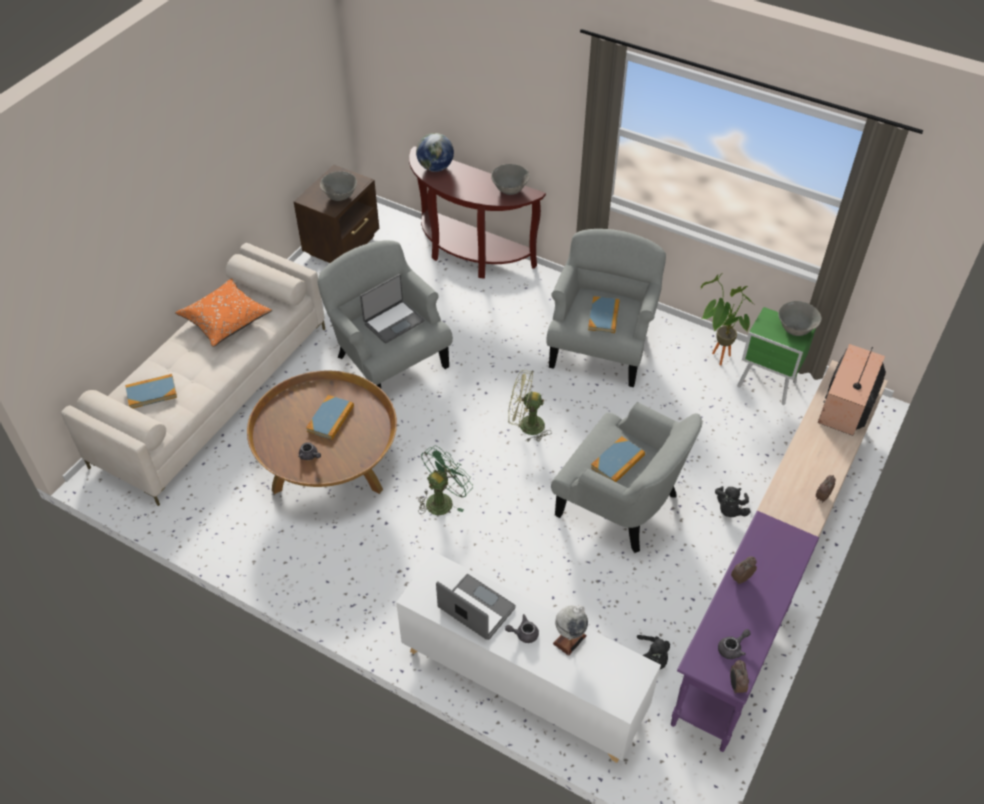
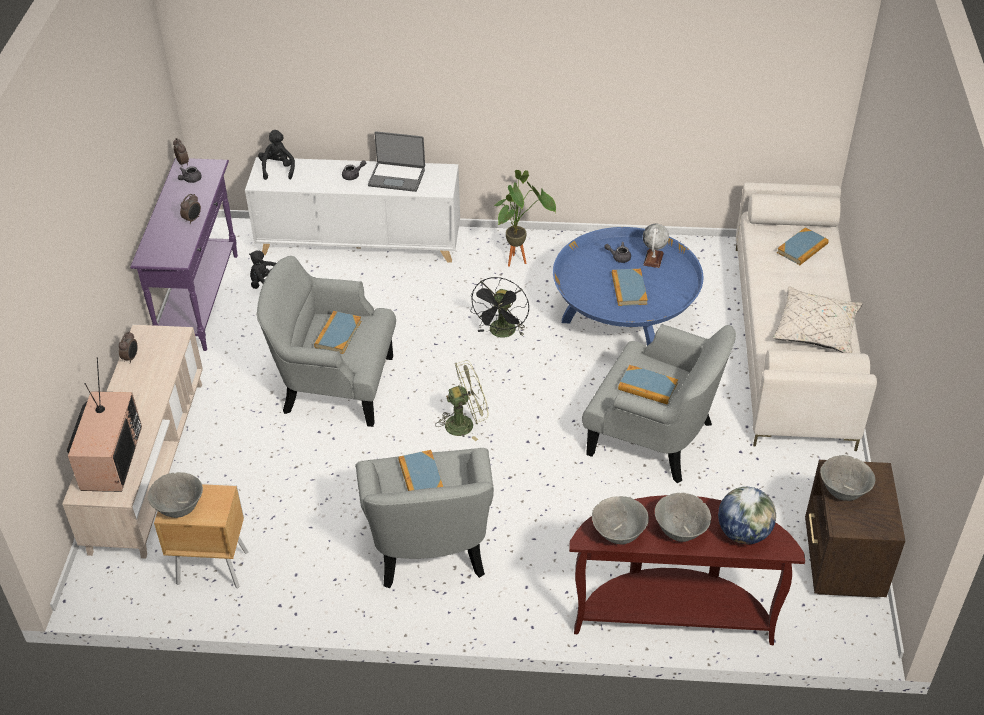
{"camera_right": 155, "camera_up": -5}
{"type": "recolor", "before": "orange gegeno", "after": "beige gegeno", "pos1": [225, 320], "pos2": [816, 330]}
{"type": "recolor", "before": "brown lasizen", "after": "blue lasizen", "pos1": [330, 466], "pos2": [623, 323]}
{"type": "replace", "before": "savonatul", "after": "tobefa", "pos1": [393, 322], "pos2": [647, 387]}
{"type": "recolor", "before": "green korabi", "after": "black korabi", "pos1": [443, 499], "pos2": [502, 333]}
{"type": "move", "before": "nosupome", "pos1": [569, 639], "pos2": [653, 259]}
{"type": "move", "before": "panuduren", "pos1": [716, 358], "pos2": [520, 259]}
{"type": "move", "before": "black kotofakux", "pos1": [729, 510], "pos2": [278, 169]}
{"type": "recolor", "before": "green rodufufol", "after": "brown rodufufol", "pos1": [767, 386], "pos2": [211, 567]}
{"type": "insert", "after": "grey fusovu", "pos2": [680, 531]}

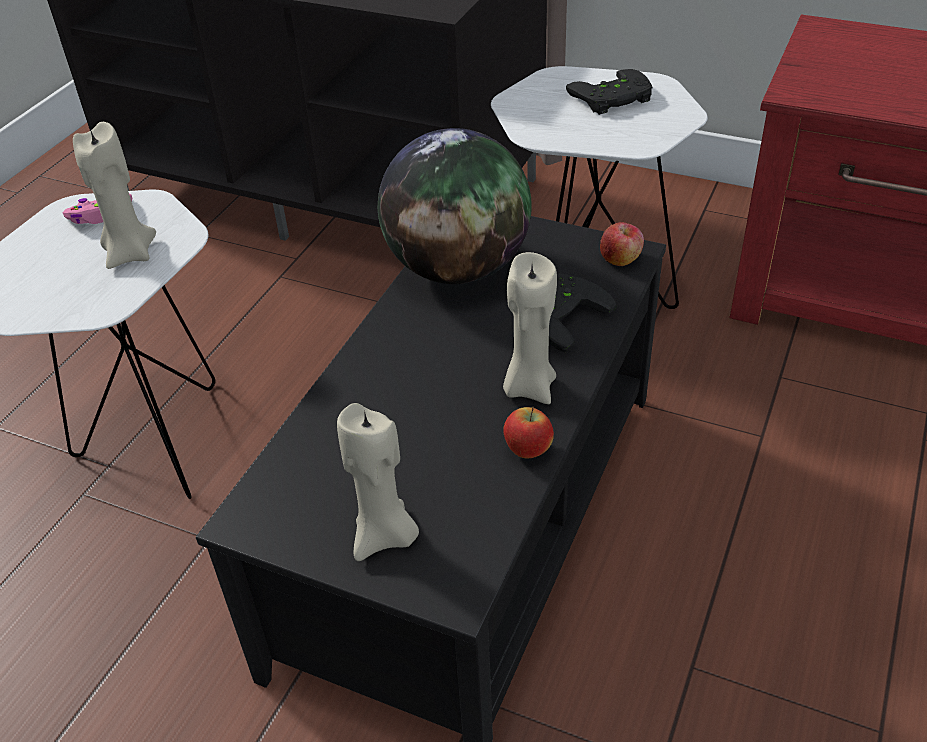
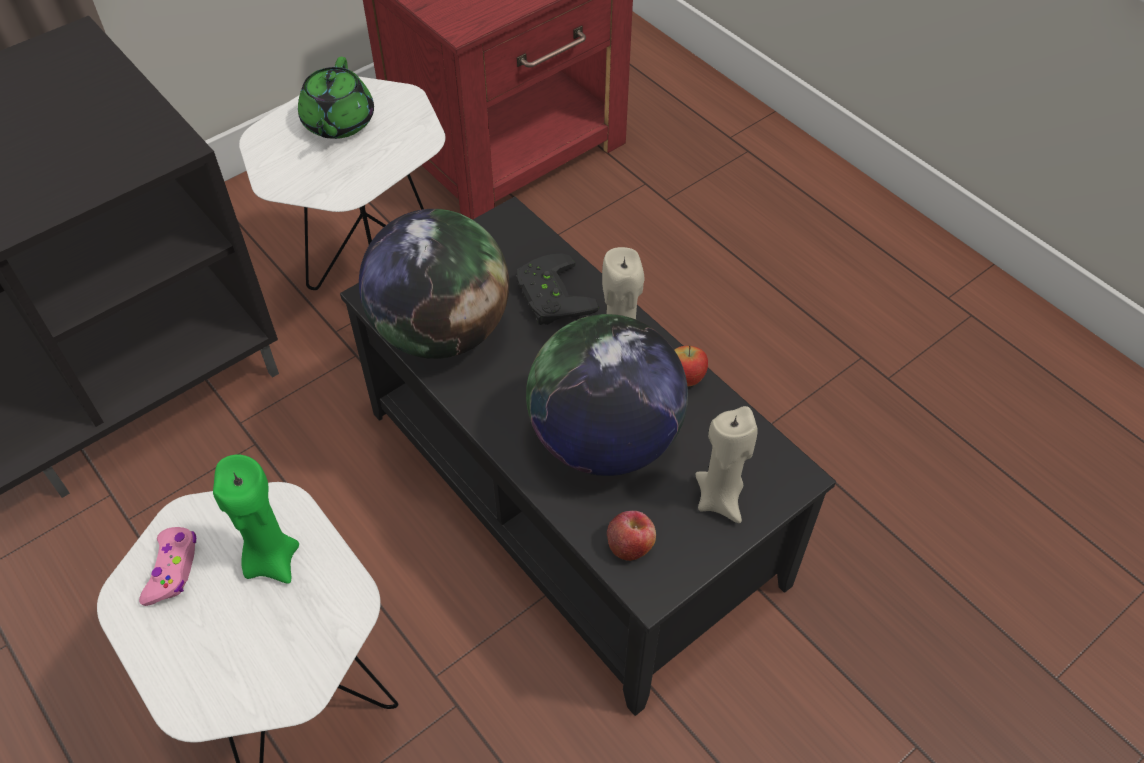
{"camera_right": -65, "camera_up": 10}
{"type": "recolor", "before": "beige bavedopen", "after": "green bavedopen", "pos1": [130, 254], "pos2": [271, 559]}
{"type": "replace", "before": "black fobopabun", "after": "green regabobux", "pos1": [612, 99], "pos2": [338, 123]}
{"type": "move", "before": "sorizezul", "pos1": [620, 259], "pos2": [630, 545]}
{"type": "insert", "after": "nosupome", "pos2": [604, 440]}

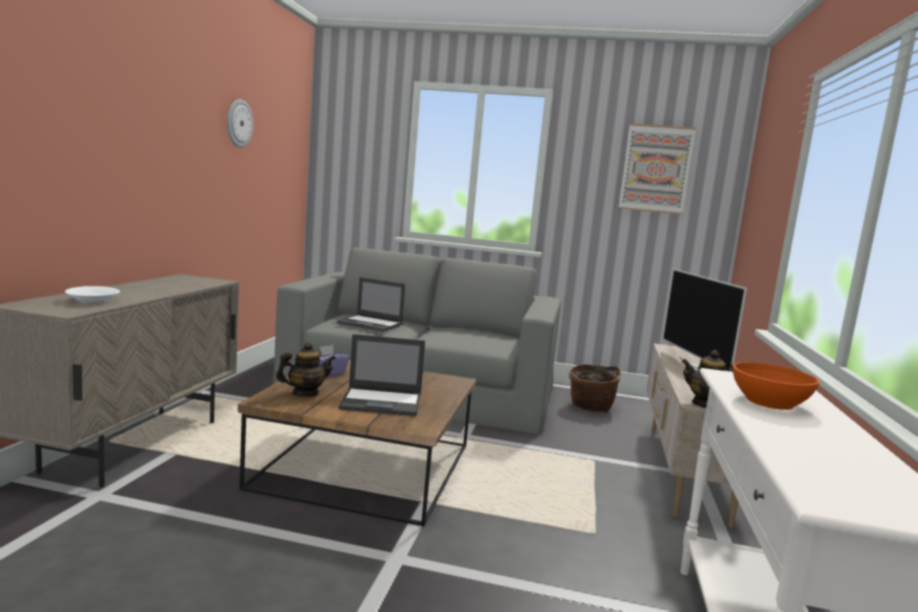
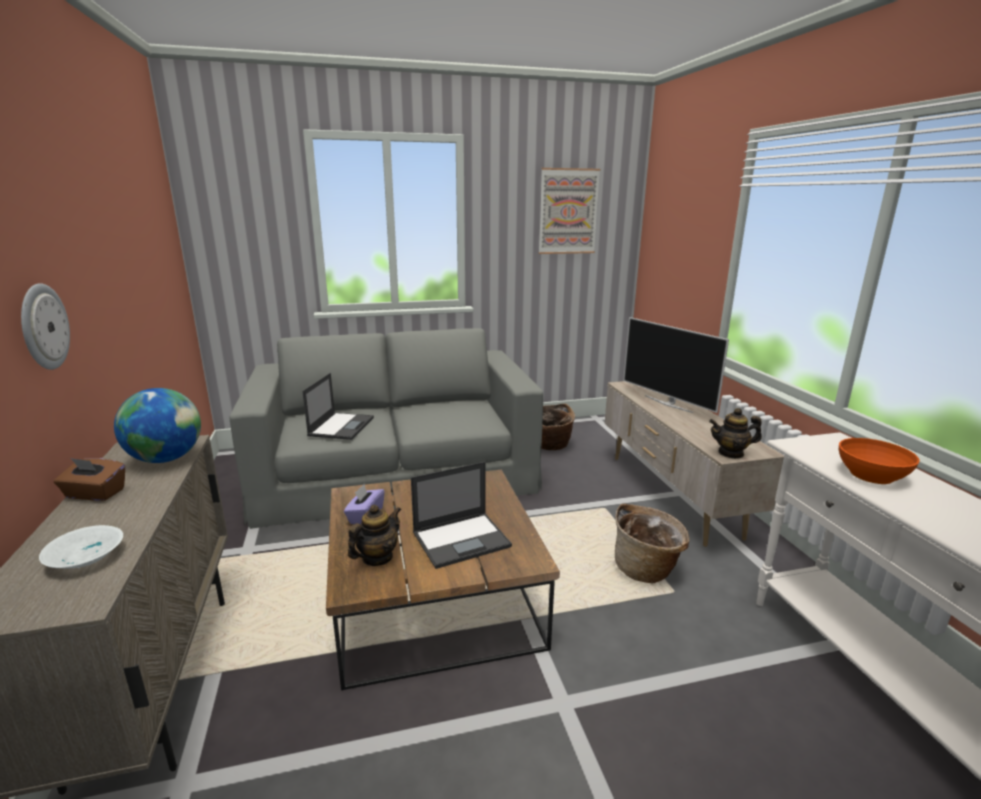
{"camera_right": -25, "camera_up": 10}
{"type": "move", "before": "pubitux", "pos1": [238, 123], "pos2": [43, 327]}
{"type": "rotate", "before": "savonatul", "pos1": [371, 324], "pos2": [341, 426], "turn": -75}
{"type": "insert", "after": "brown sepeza", "pos2": [95, 494]}
{"type": "insert", "after": "nosupome", "pos2": [166, 459]}
{"type": "insert", "after": "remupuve", "pos2": [646, 569]}

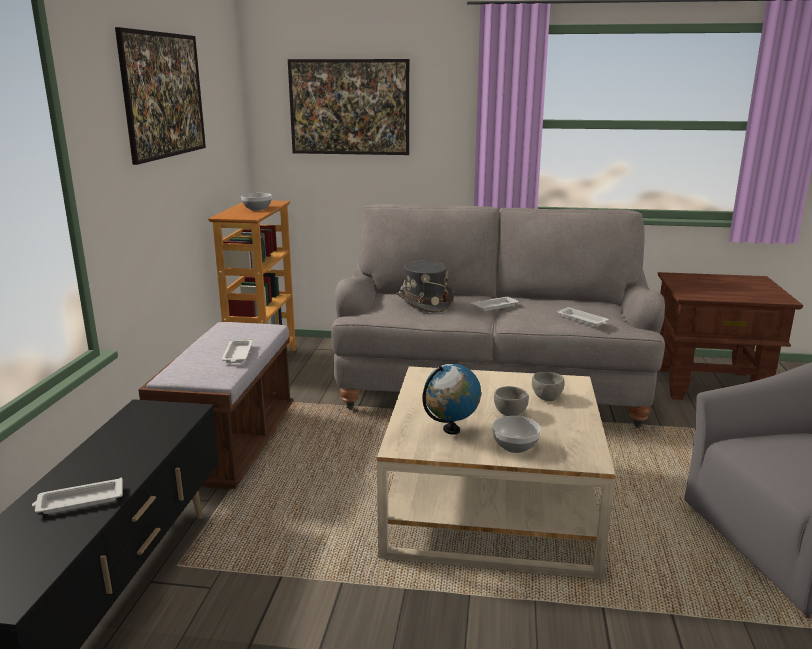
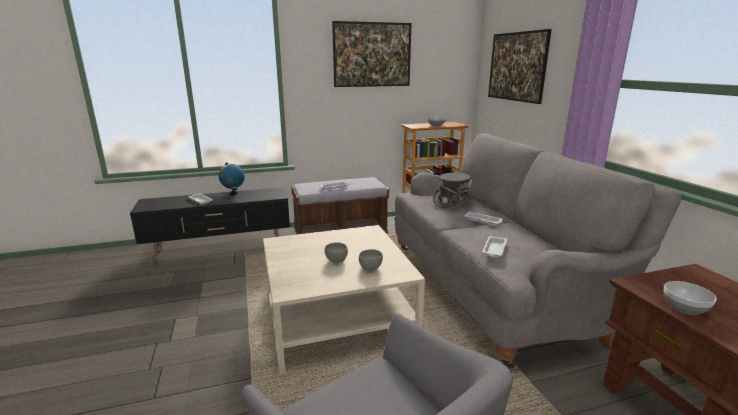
{"camera_right": 65, "camera_up": 0}
{"type": "move", "before": "nosupome", "pos1": [451, 430], "pos2": [233, 193]}
{"type": "move", "before": "fusovu", "pos1": [514, 446], "pos2": [684, 307]}

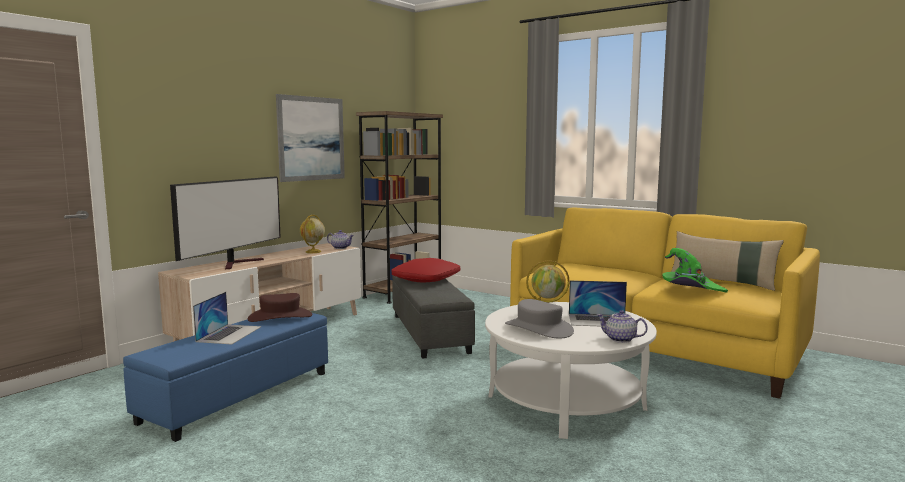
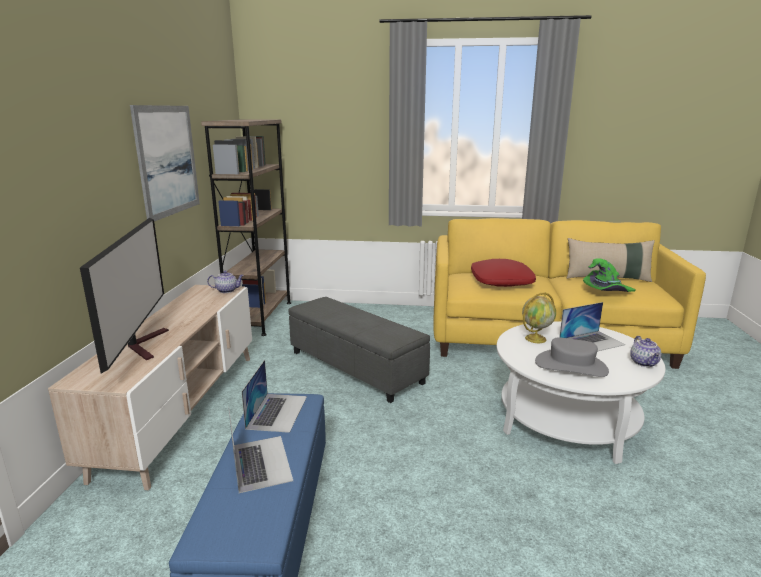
{"camera_right": -30, "camera_up": 10}
{"type": "replace", "before": "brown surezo", "after": "savonatul", "pos1": [280, 317], "pos2": [277, 412]}
{"type": "delete", "before": "nosupome", "pos1": [313, 252]}
{"type": "move", "before": "red gegeno", "pos1": [426, 279], "pos2": [502, 281]}
{"type": "rotate", "before": "regabobux", "pos1": [620, 339], "pos2": [644, 363], "turn": -90}

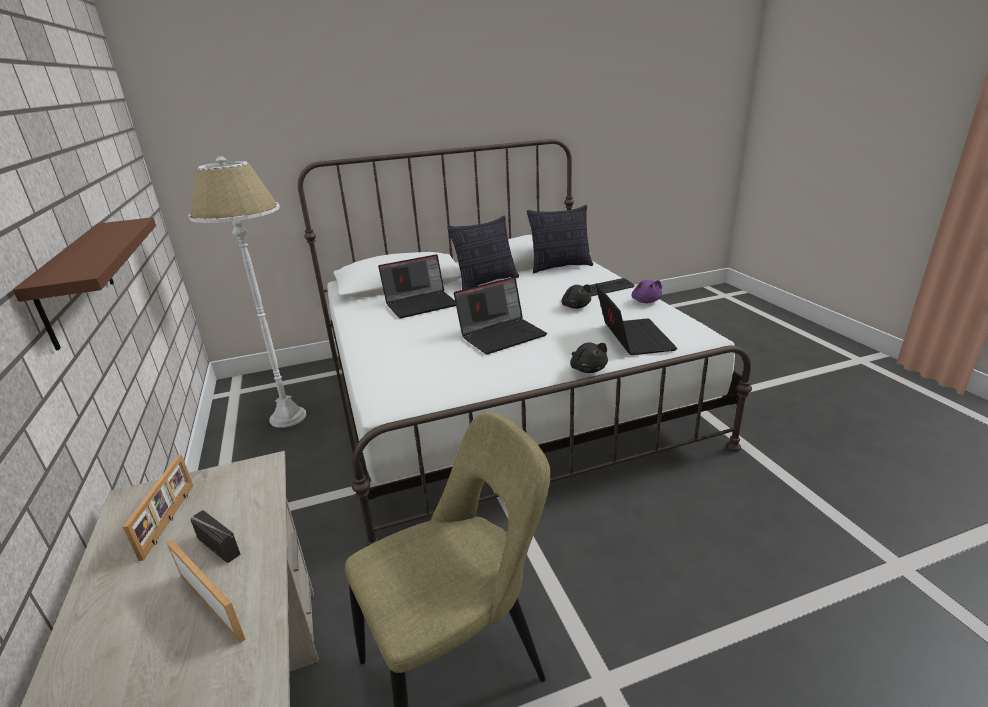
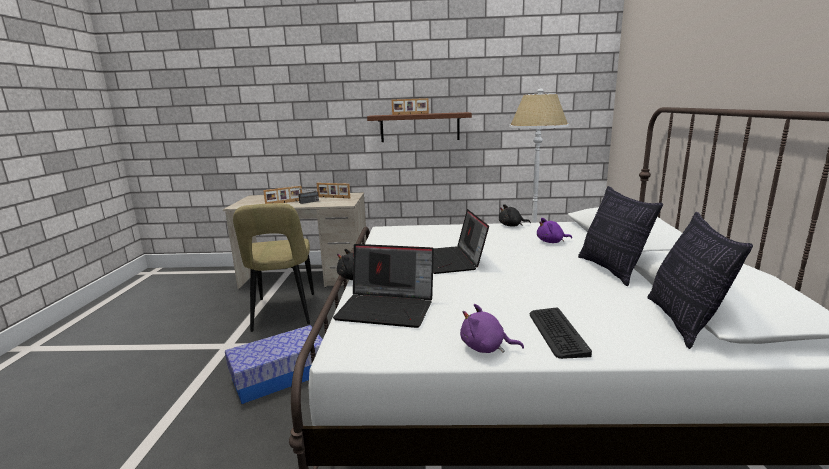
{"camera_right": 110, "camera_up": -10}
{"type": "replace", "before": "savonatul", "after": "purple kotofakux", "pos1": [421, 304], "pos2": [551, 242]}
{"type": "move", "before": "black kotofakux", "pos1": [575, 306], "pos2": [511, 225]}
{"type": "insert", "after": "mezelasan", "pos2": [280, 376]}
{"type": "insert", "after": "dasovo", "pos2": [410, 114]}

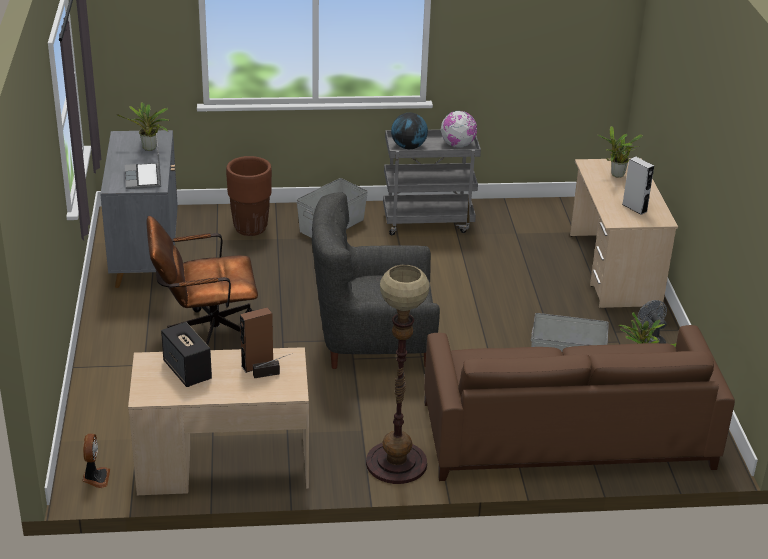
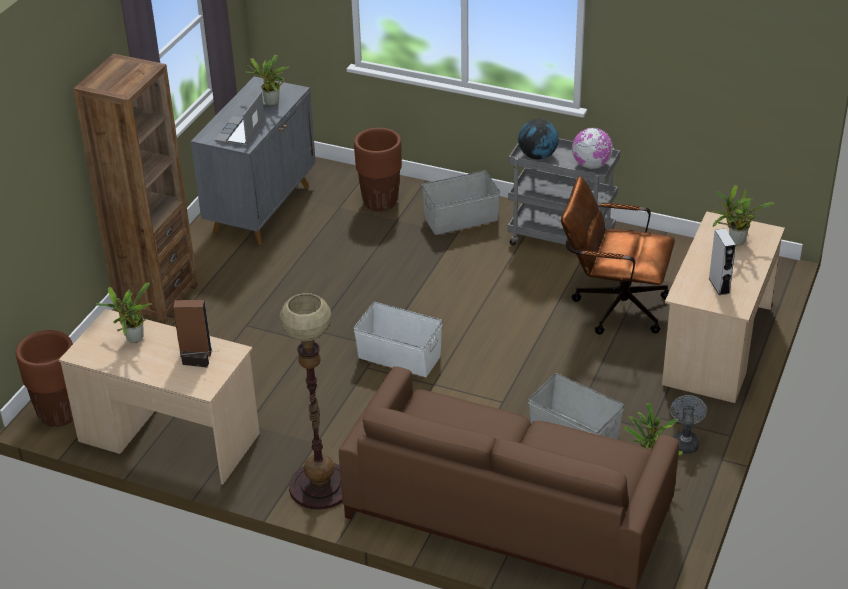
{"camera_right": 30, "camera_up": 5}
{"type": "replace", "before": "korabi", "after": "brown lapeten", "pos1": [95, 478], "pos2": [59, 414]}
{"type": "move", "before": "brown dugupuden", "pos1": [205, 335], "pos2": [613, 306]}
{"type": "replace", "before": "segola", "after": "panuduren", "pos1": [188, 371], "pos2": [133, 340]}
{"type": "replace", "before": "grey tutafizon", "after": "white mezelasan", "pos1": [373, 342], "pos2": [399, 356]}
{"type": "insert", "after": "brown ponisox", "pos2": [156, 298]}

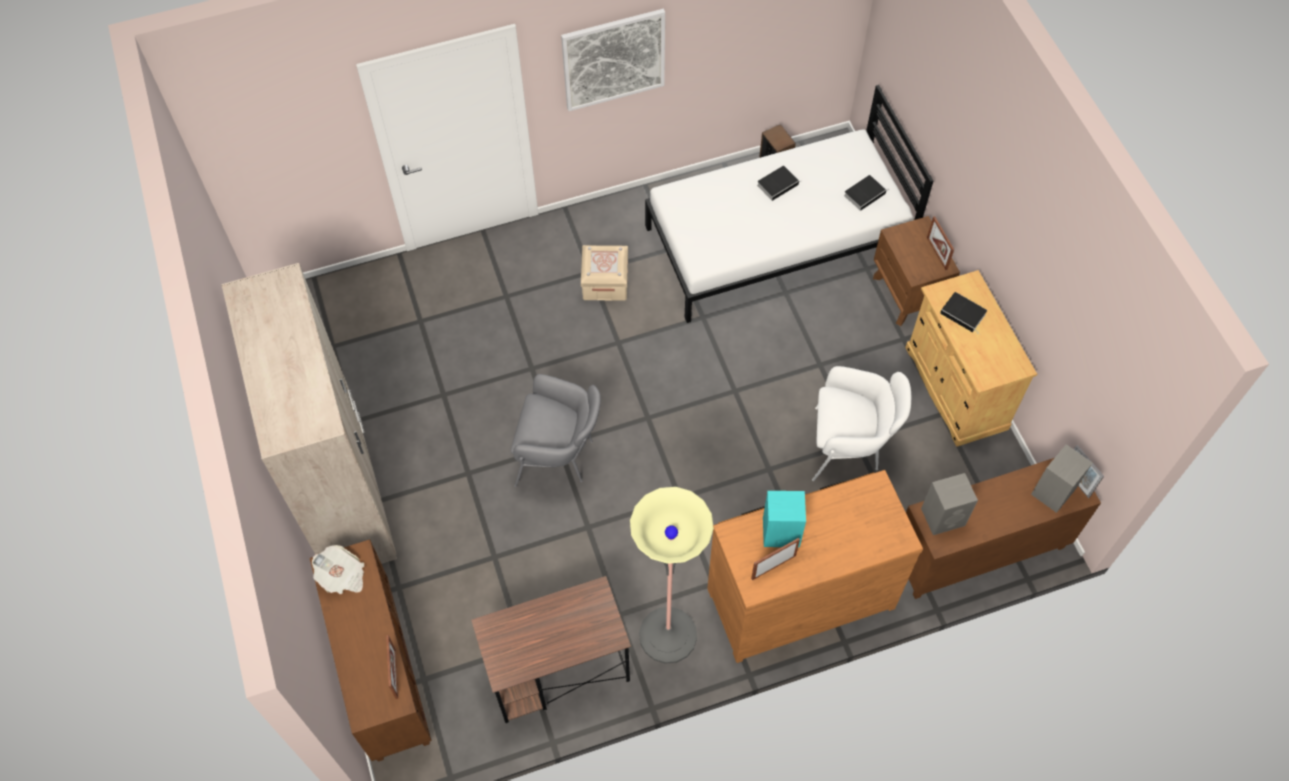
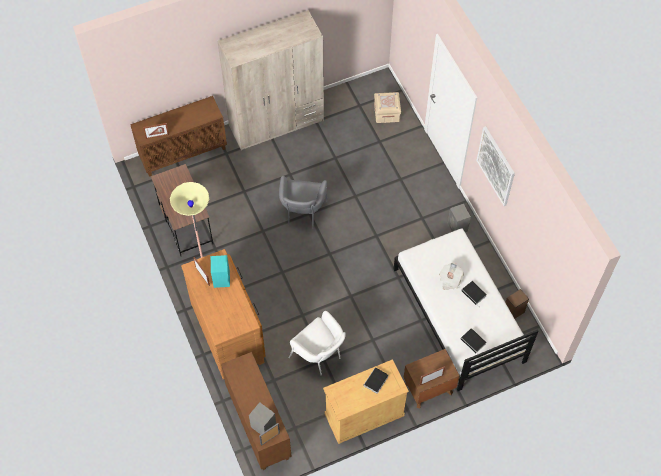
{"camera_right": 85, "camera_up": 0}
{"type": "move", "before": "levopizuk", "pos1": [342, 576], "pos2": [450, 280]}
{"type": "move", "before": "beige mezelasan", "pos1": [605, 282], "pos2": [386, 113]}
{"type": "rotate", "before": "white tutafizon", "pos1": [849, 447], "pos2": [319, 356], "turn": -45}
{"type": "move", "before": "grey segola", "pos1": [944, 516], "pos2": [457, 227]}

